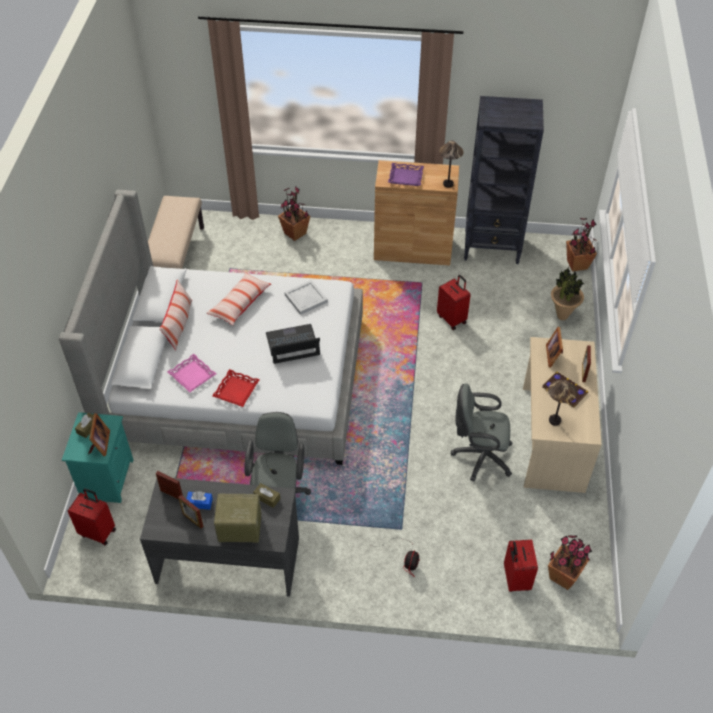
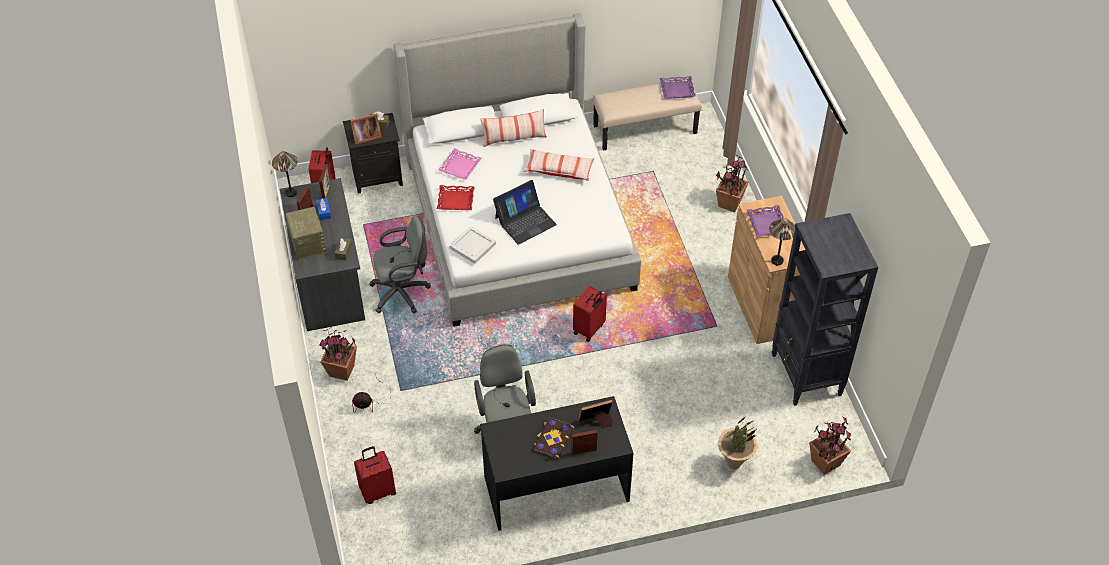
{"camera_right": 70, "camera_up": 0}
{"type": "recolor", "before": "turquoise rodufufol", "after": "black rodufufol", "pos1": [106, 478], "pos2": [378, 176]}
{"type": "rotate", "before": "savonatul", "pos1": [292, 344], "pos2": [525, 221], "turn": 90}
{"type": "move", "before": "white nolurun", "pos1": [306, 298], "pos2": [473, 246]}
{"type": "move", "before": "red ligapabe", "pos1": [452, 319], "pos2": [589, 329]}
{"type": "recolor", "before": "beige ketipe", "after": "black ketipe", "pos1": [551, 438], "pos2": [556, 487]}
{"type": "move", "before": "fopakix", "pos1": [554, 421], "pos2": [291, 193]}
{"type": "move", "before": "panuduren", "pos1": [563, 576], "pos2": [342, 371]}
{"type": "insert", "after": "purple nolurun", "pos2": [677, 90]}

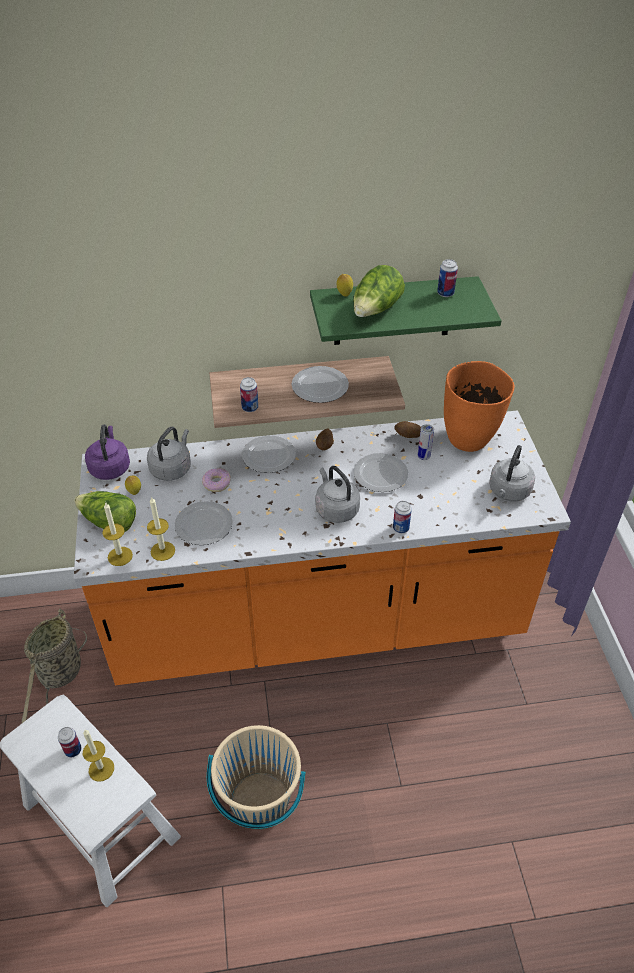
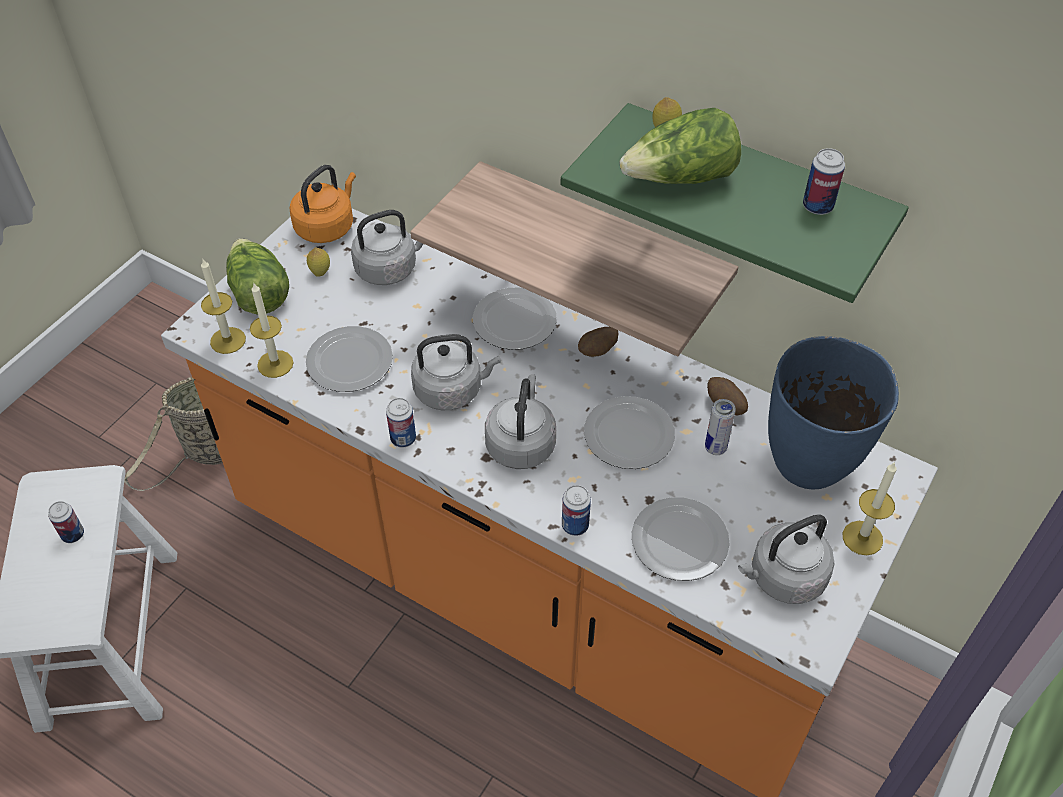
{"camera_right": 40, "camera_up": 5}
{"type": "move", "before": "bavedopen", "pos1": [101, 769], "pos2": [862, 538]}
{"type": "recolor", "before": "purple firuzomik", "after": "orange firuzomik", "pos1": [110, 467], "pos2": [327, 226]}
{"type": "delete", "before": "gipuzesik", "pos1": [216, 483]}
{"type": "delete", "before": "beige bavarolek", "pos1": [259, 801]}
{"type": "move", "before": "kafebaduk", "pos1": [250, 408], "pos2": [403, 438]}
{"type": "move", "before": "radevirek", "pos1": [320, 386], "pos2": [680, 540]}
{"type": "recolor", "before": "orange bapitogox", "after": "blue bapitogox", "pos1": [469, 439], "pos2": [810, 464]}
{"type": "insert", "after": "grey firuzomik", "pos2": [452, 390]}

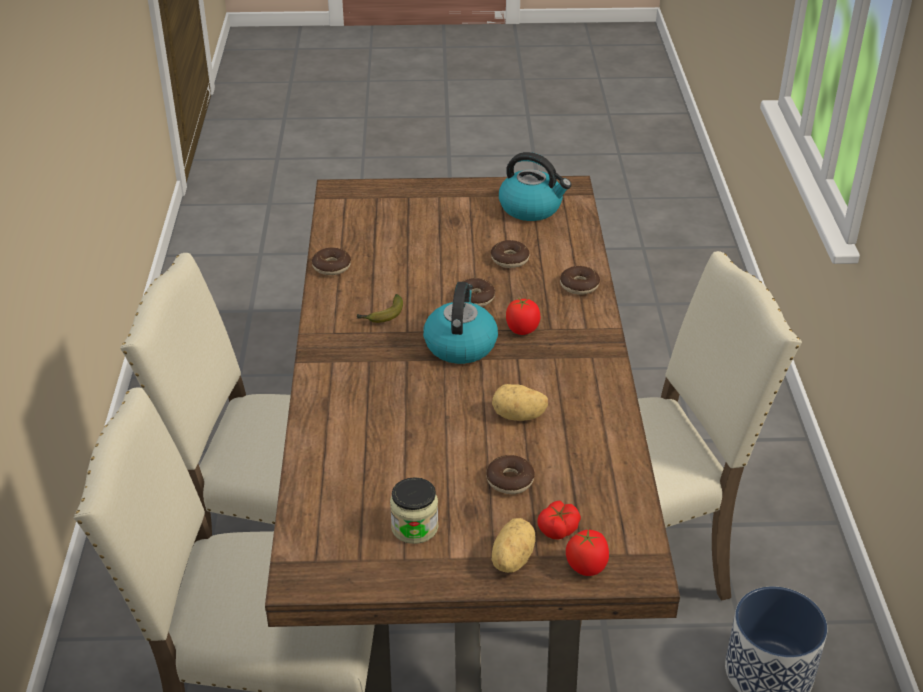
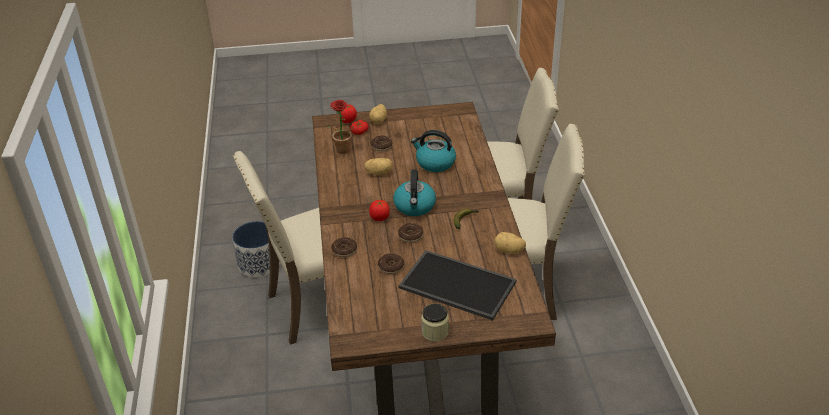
{"camera_right": 175, "camera_up": 0}
{"type": "replace", "before": "gipuzesik", "after": "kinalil", "pos1": [331, 267], "pos2": [509, 251]}
{"type": "move", "before": "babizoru", "pos1": [414, 527], "pos2": [435, 332]}
{"type": "move", "before": "firuzomik", "pos1": [531, 208], "pos2": [435, 163]}
{"type": "insert", "after": "panuduren", "pos2": [342, 151]}
{"type": "insert", "after": "nolurun", "pos2": [455, 285]}

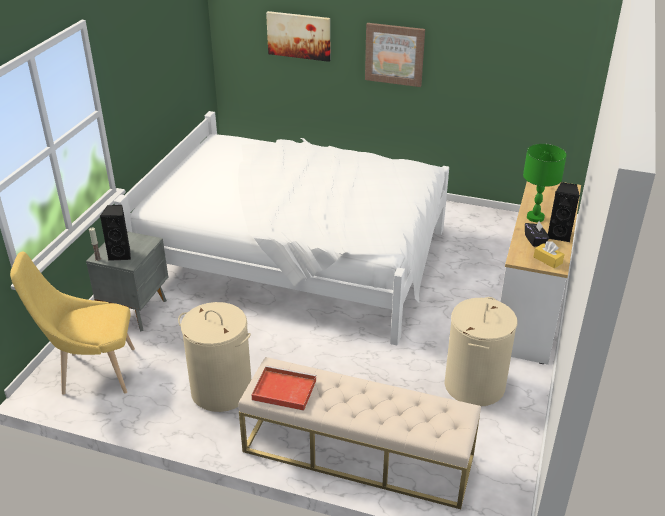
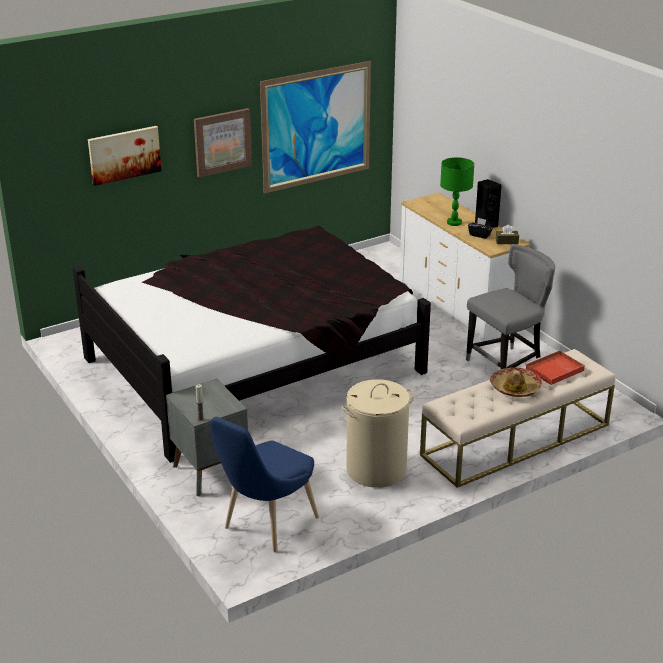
{"camera_right": -50, "camera_up": -5}
{"type": "recolor", "before": "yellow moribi", "after": "blue moribi", "pos1": [92, 372], "pos2": [266, 526]}
{"type": "delete", "before": "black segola", "pos1": [121, 254]}
{"type": "recolor", "before": "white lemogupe", "after": "black lemogupe", "pos1": [297, 257], "pos2": [255, 364]}
{"type": "move", "before": "red nolurun", "pos1": [283, 390], "pos2": [554, 370]}
{"type": "replace", "before": "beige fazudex", "after": "grey moribi", "pos1": [474, 385], "pos2": [506, 365]}
{"type": "recolor", "before": "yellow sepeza", "after": "brown sepeza", "pos1": [547, 260], "pos2": [506, 241]}
{"type": "insert", "after": "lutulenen", "pos2": [317, 127]}
{"type": "insert", "after": "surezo", "pos2": [515, 388]}

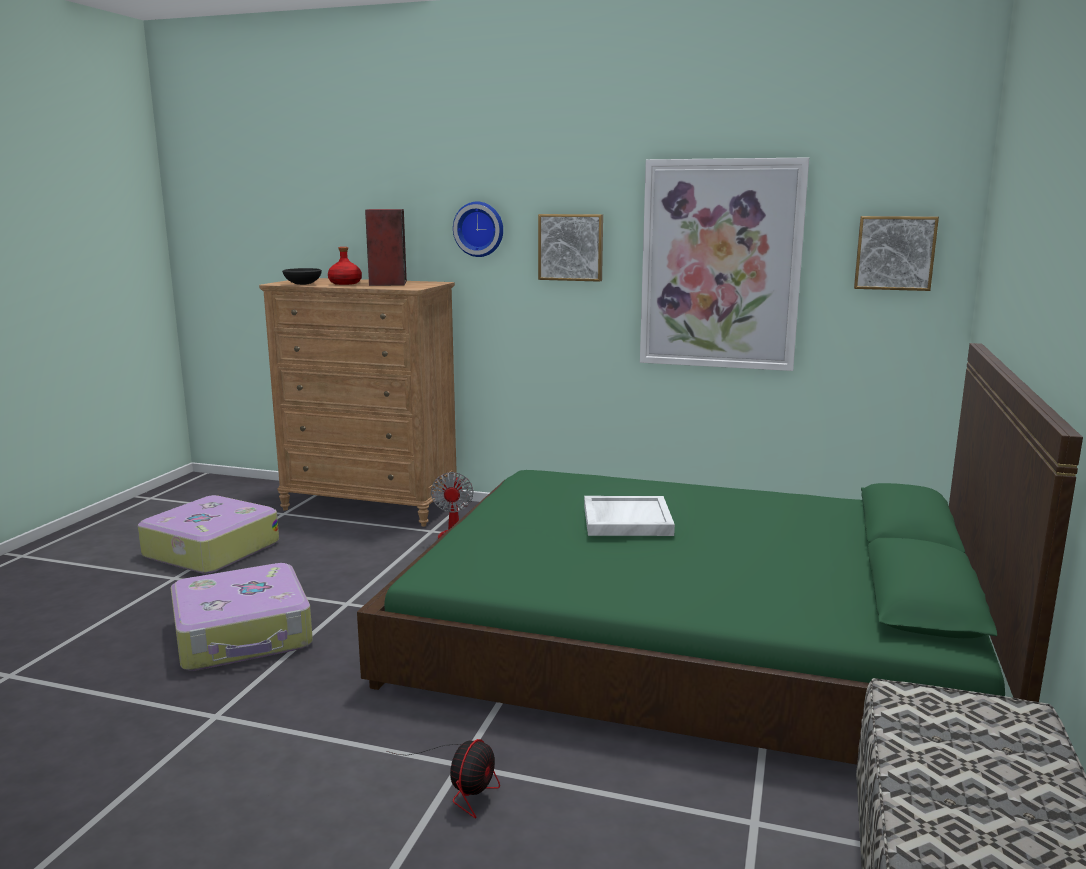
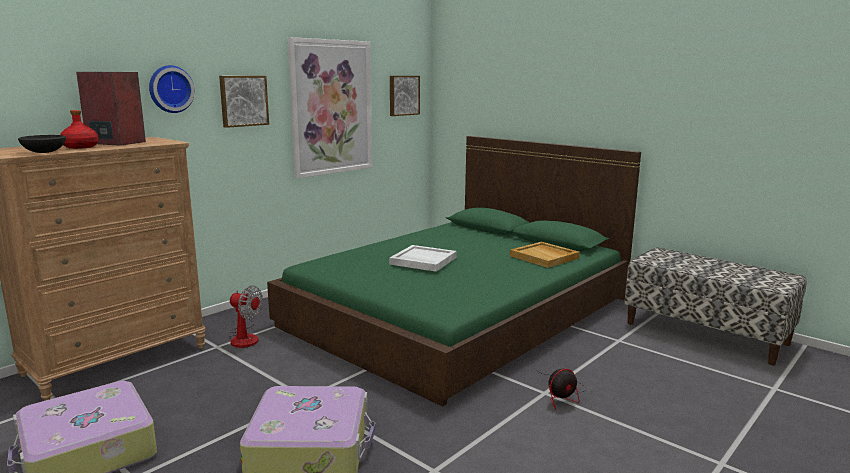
{"camera_right": -65, "camera_up": 0}
{"type": "rotate", "before": "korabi", "pos1": [464, 783], "pos2": [562, 394], "turn": 105}
{"type": "insert", "after": "beige nolurun", "pos2": [545, 257]}

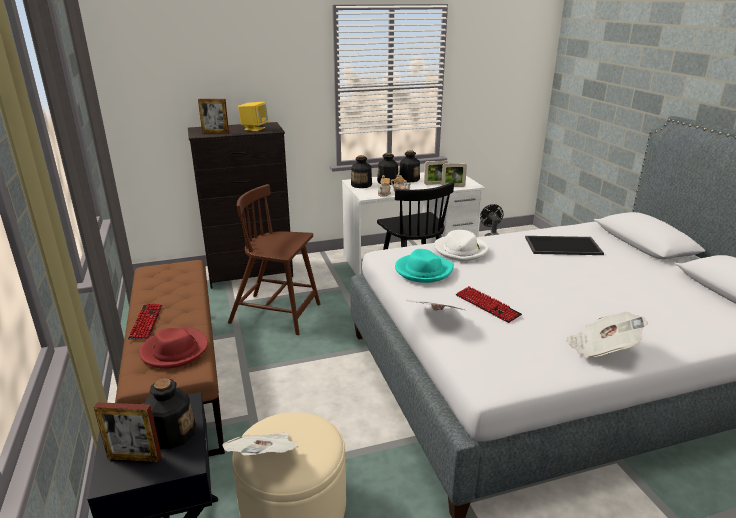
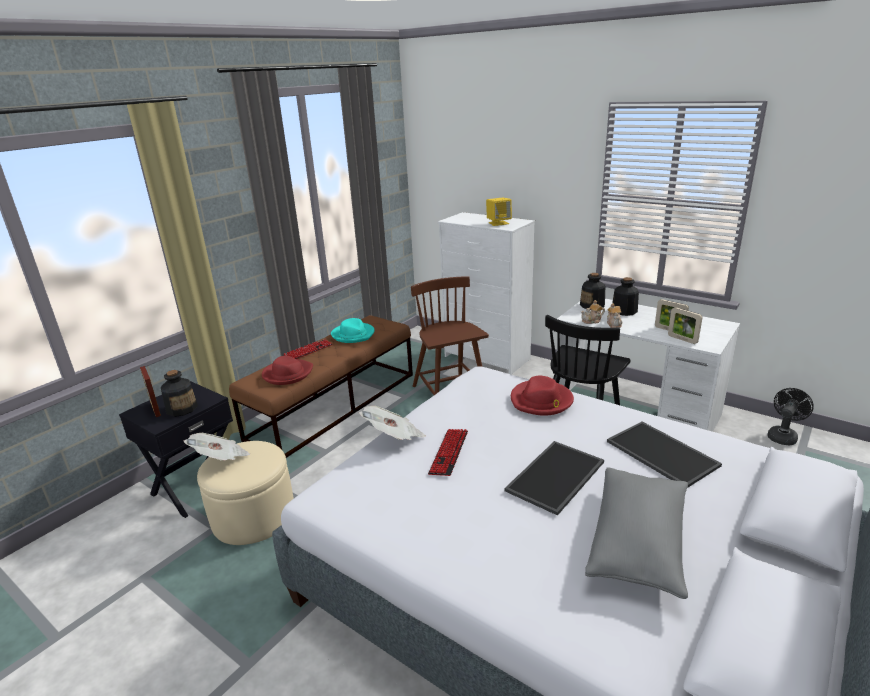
{"camera_right": 55, "camera_up": 0}
{"type": "recolor", "before": "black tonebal", "after": "white tonebal", "pos1": [251, 273], "pos2": [487, 358]}
{"type": "delete", "before": "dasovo", "pos1": [215, 133]}
{"type": "move", "before": "turquoise surezo", "pos1": [423, 270], "pos2": [353, 334]}
{"type": "delete", "before": "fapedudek", "pos1": [409, 179]}
{"type": "recolor", "before": "white surezo", "after": "red surezo", "pos1": [461, 250], "pos2": [541, 401]}
{"type": "delete", "before": "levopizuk", "pos1": [601, 349]}
{"type": "insert", "after": "nolurun", "pos2": [556, 477]}
{"type": "insert", "after": "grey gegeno", "pos2": [638, 543]}

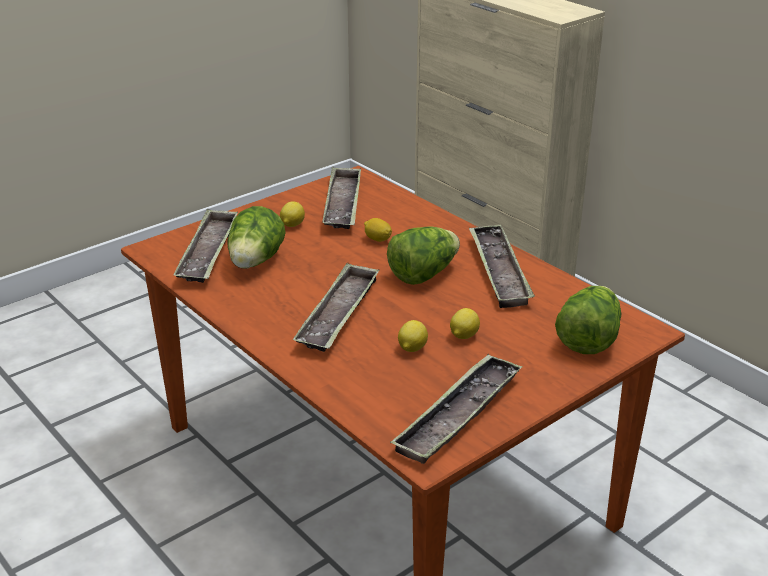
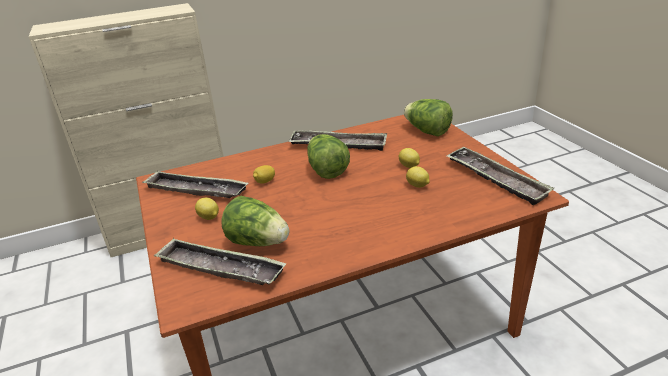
{"camera_right": -70, "camera_up": 0}
{"type": "delete", "before": "nolurun", "pos1": [339, 314]}

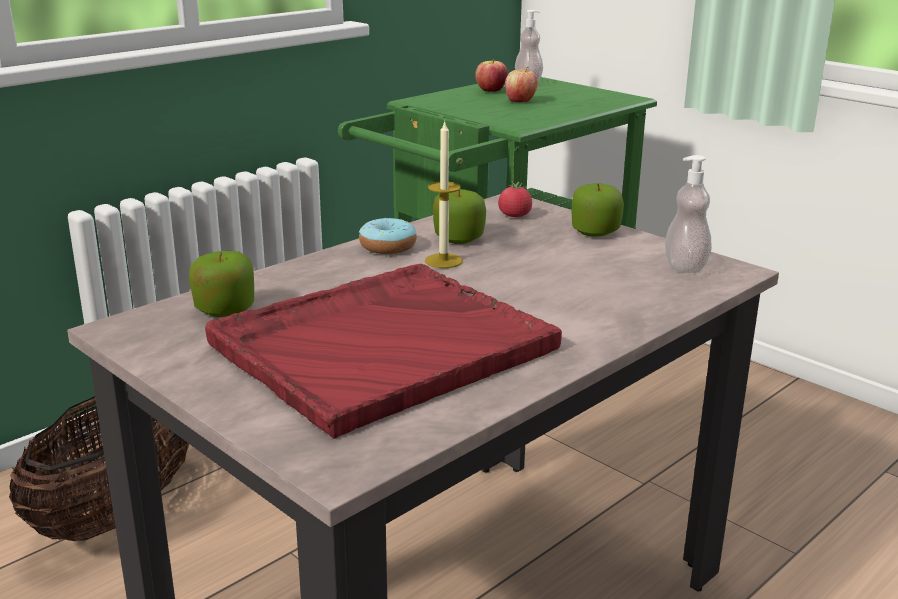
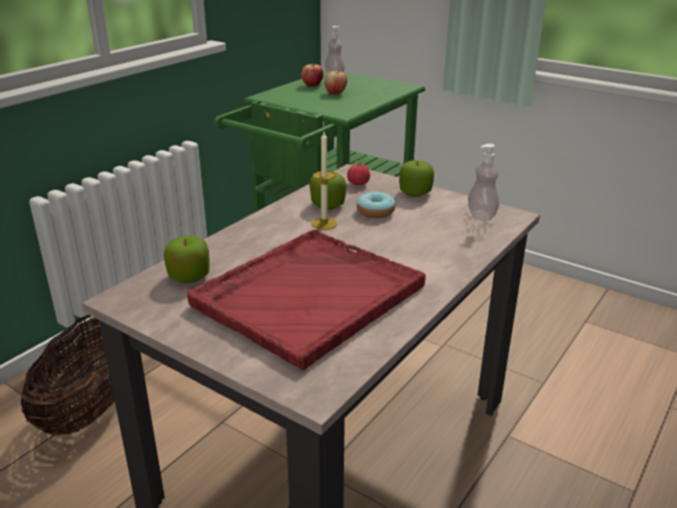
{"camera_right": -10, "camera_up": 5}
{"type": "move", "before": "gipuzesik", "pos1": [387, 247], "pos2": [375, 212]}

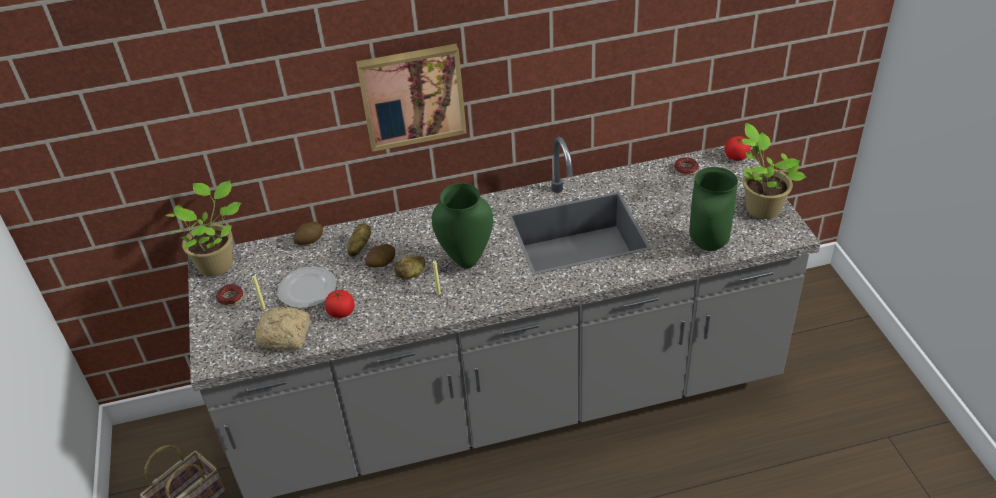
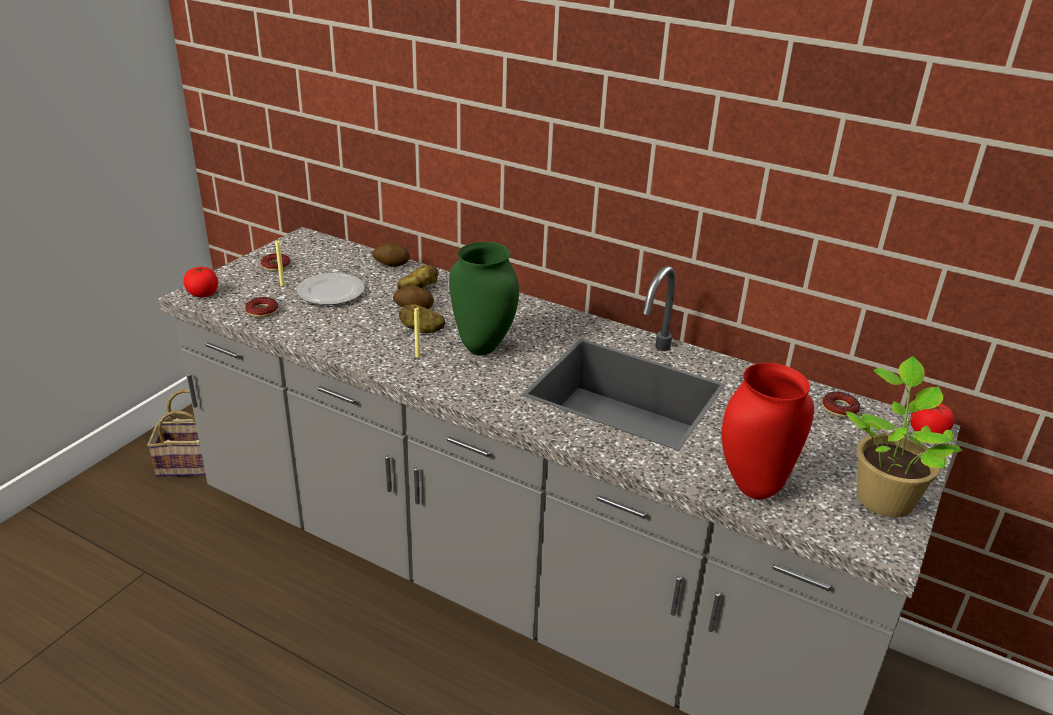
{"camera_right": 40, "camera_up": -10}
{"type": "delete", "before": "panuduren", "pos1": [218, 263]}
{"type": "replace", "before": "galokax", "after": "gipuzesik", "pos1": [286, 336], "pos2": [262, 311]}
{"type": "move", "before": "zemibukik", "pos1": [341, 312], "pos2": [203, 294]}
{"type": "delete", "before": "lutulenen", "pos1": [412, 95]}
{"type": "recolor", "before": "green bapitogox", "after": "red bapitogox", "pos1": [709, 245], "pos2": [753, 489]}

